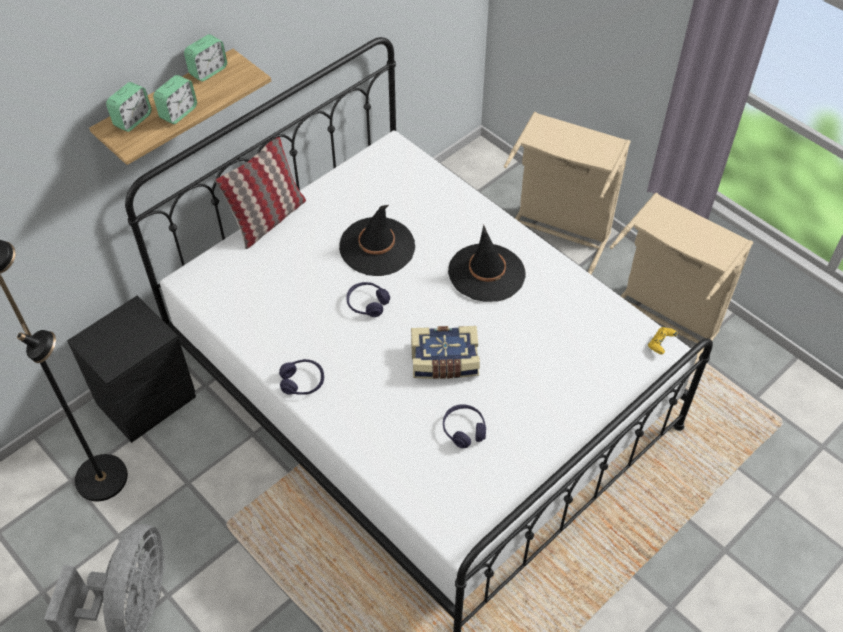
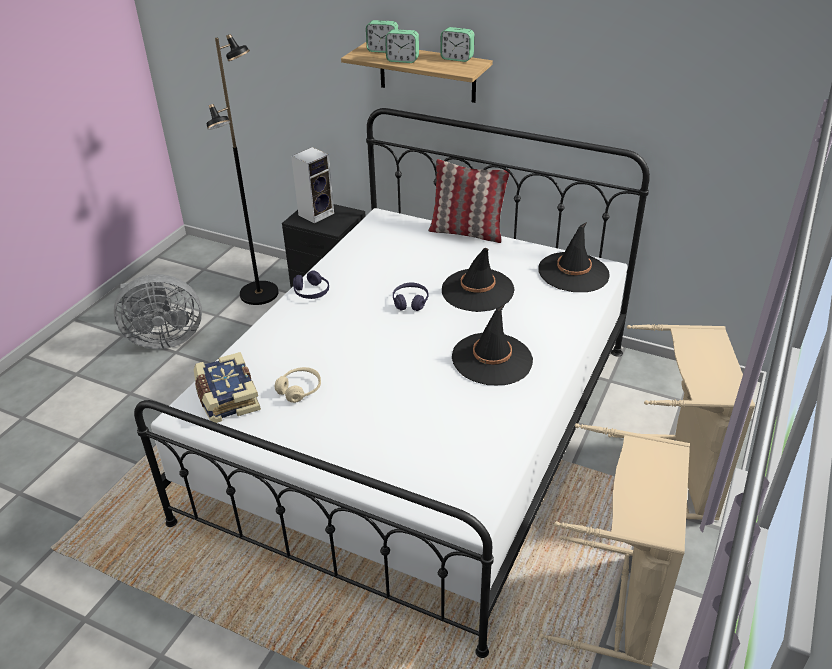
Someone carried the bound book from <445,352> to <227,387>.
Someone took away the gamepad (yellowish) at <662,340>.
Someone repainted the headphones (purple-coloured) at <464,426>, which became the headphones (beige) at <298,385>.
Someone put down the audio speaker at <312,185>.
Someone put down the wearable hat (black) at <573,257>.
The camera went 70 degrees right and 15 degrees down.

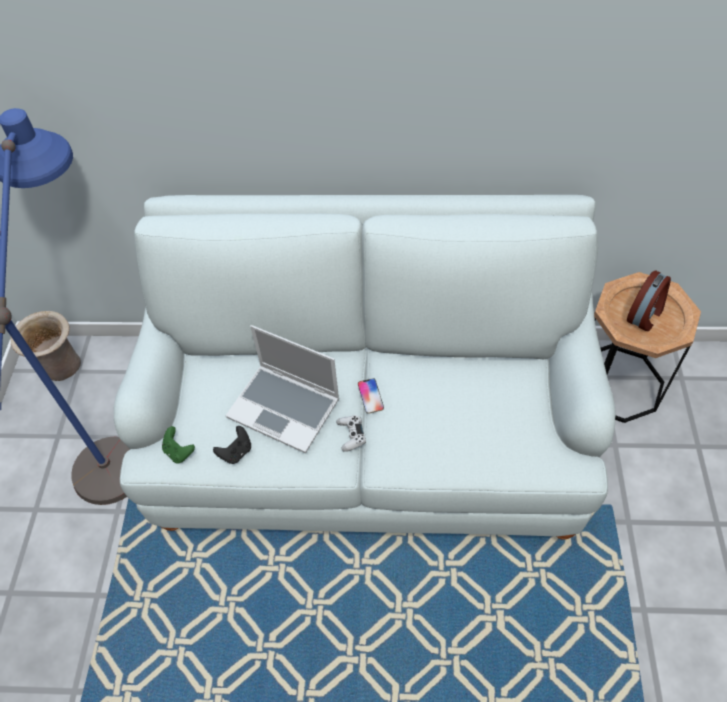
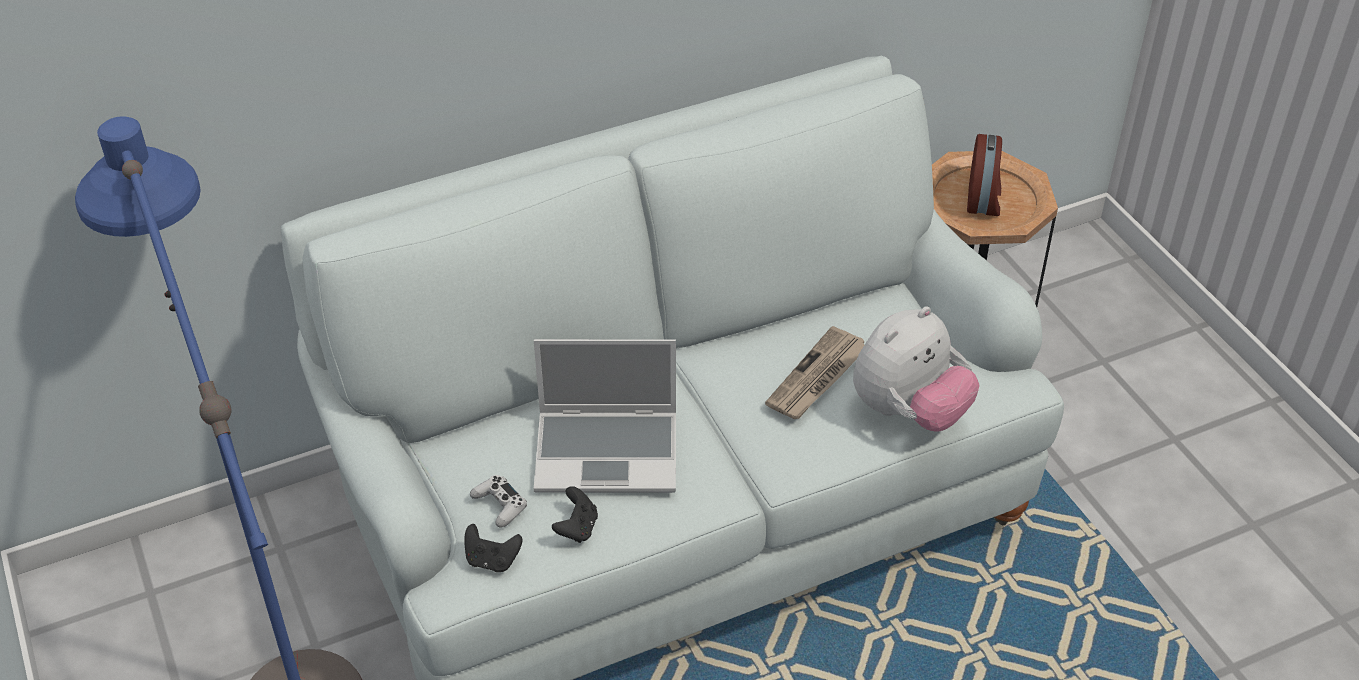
Someone took away the flower vase (beige) at <45,346>.
Someone took away the phone at <371,396>.
Someone carried the gamepad (white) from <351,433> to <498,501>.
Someone repainted the gamepad (green) at <178,444>, which became the gamepad (black) at <493,548>.
Someone put down the soft toy at <916,368>.
Someone put down the printed paper at <815,372>.
The camera went 30 degrees left and 10 degrees down.

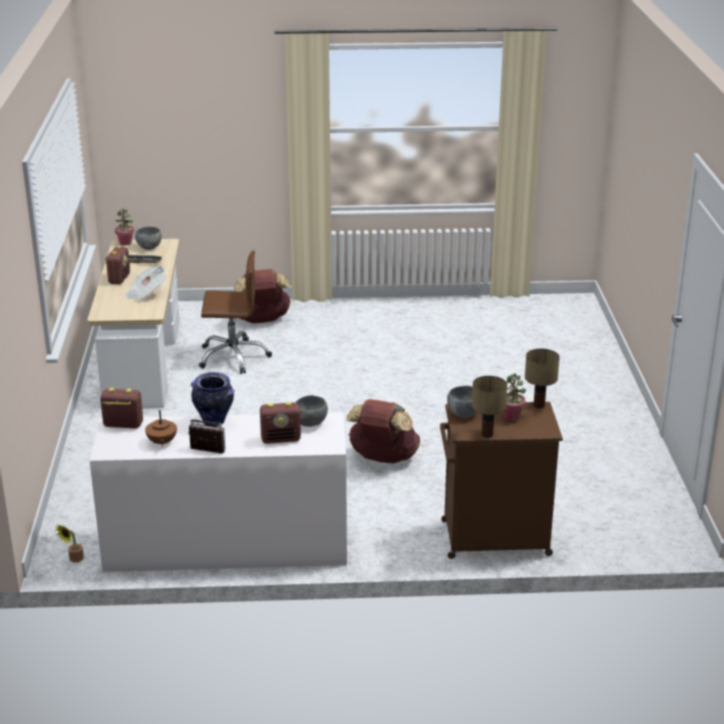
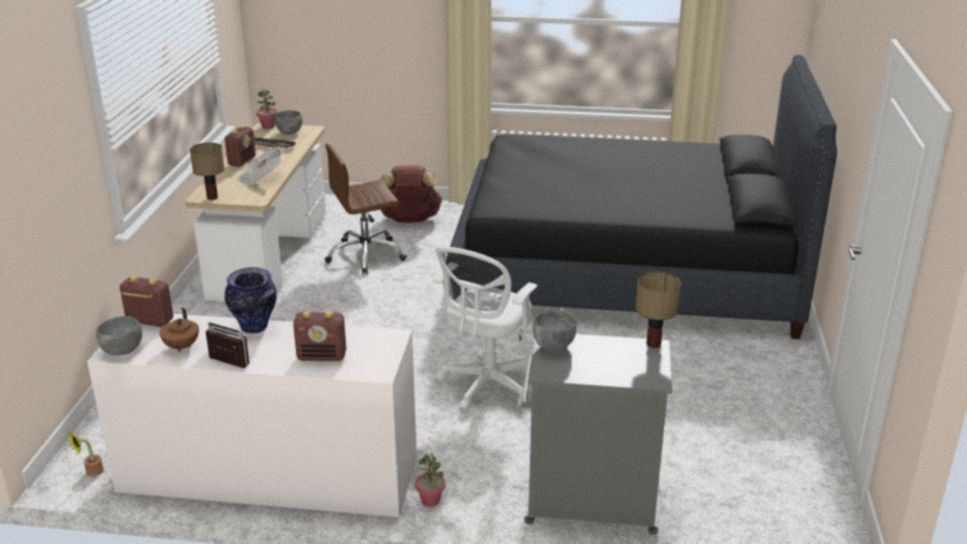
Someone rotated the desk chair (brown-coloured) at <235,312> by 150 degrees clockwise.
Someone carried the plant in a pot from <514,397> to <430,480>.
Someone carried the lamp for a table from <489,407> to <207,171>.
Someone carried the bowl (grey) from <311,411> to <119,336>.
Someone swapped the backpack (brown-coloured) at <383,431> for the desk chair (white) at <484,329>.
Someone repainted the storage cabinet (brown-coloured) at <501,480>, which became the storage cabinet (grey) at <596,434>.
Someone put down the sleeping bed (black) at <642,197>.
The camera went 10 degrees right and 0 degrees up.

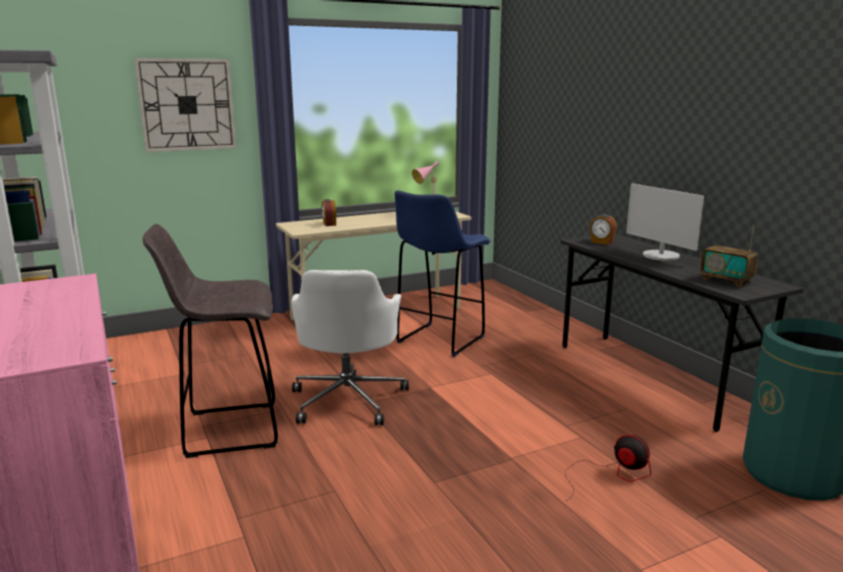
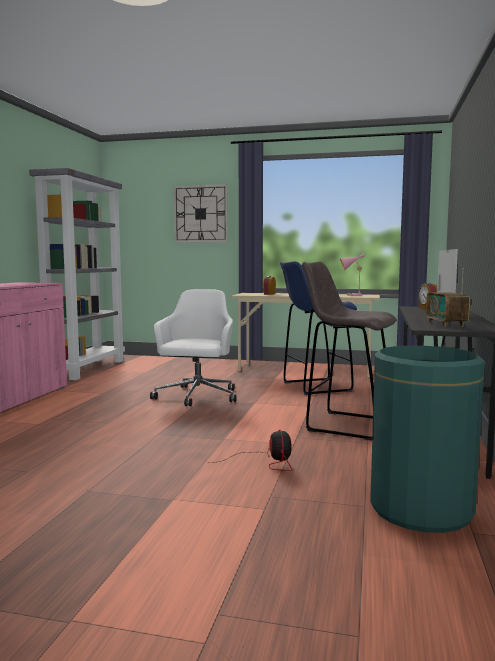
Someone carried the stool seat (grey) from <210,341> to <349,350>.
Someone rotated the desk chair (white) at <350,347> by 150 degrees clockwise.
The camera went 40 degrees right and 10 degrees down.

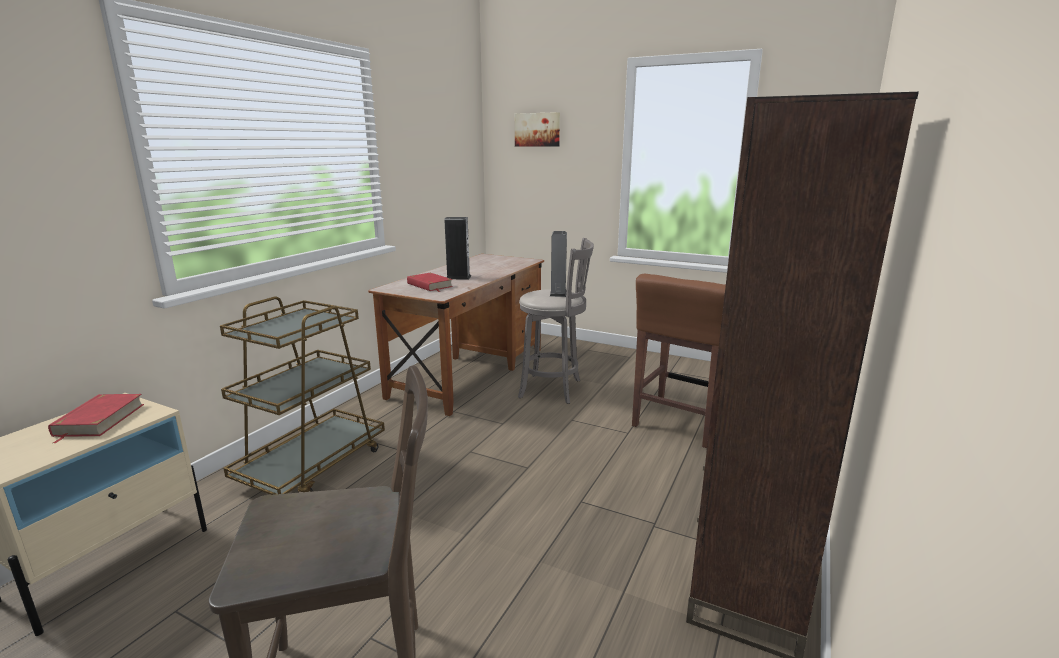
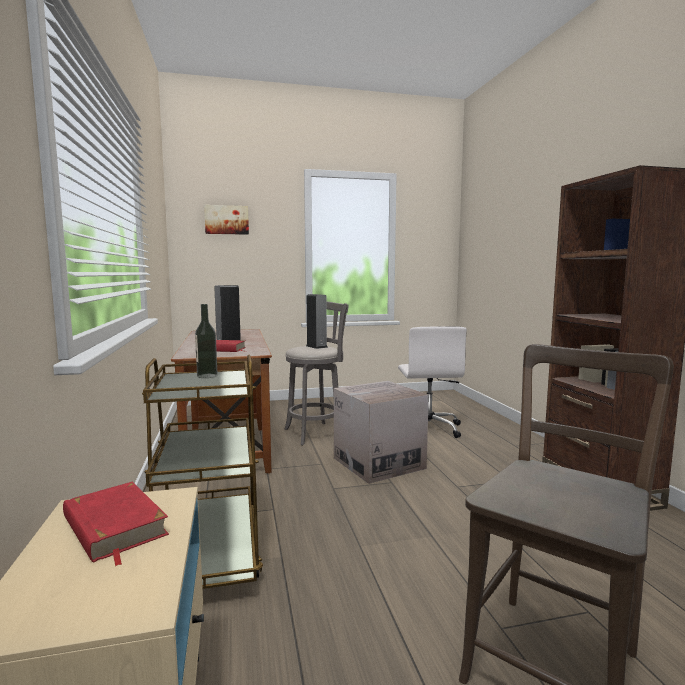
Someone swapped the stool seat (brown-coloured) at <679,361> for the desk chair (white) at <432,382>.
Someone put down the drink bottle at <206,341>.
Someone put down the cardboard box at <381,432>.
The camera went 40 degrees left and 10 degrees down.

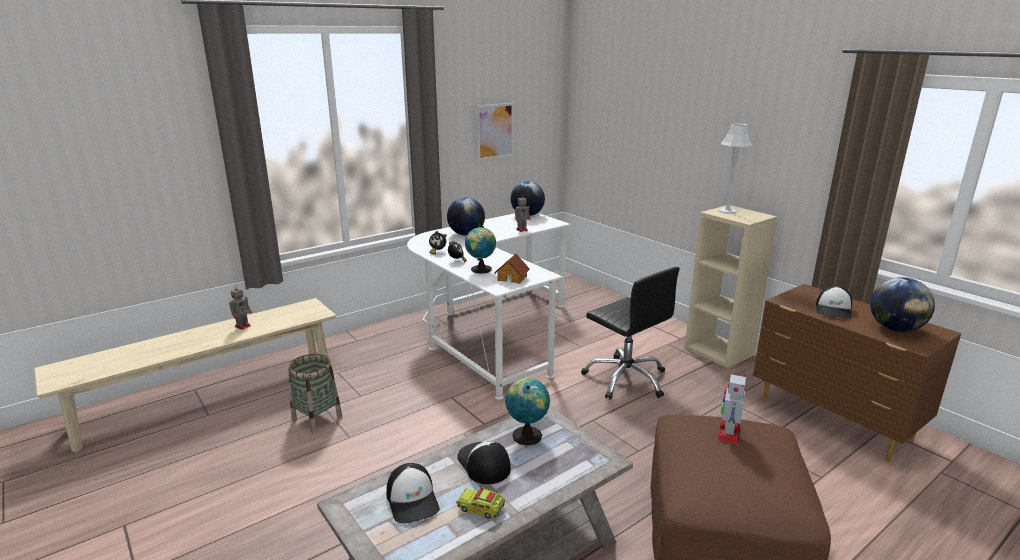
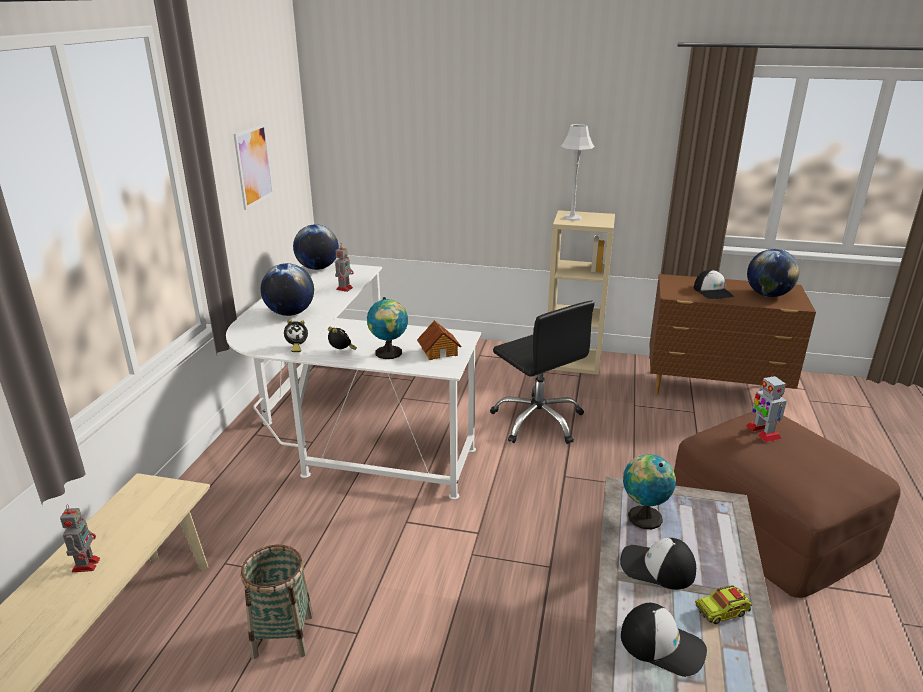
Someone rotated the desk chair (black) at <630,333> by 45 degrees clockwise.
The camera went 40 degrees left and 5 degrees up.

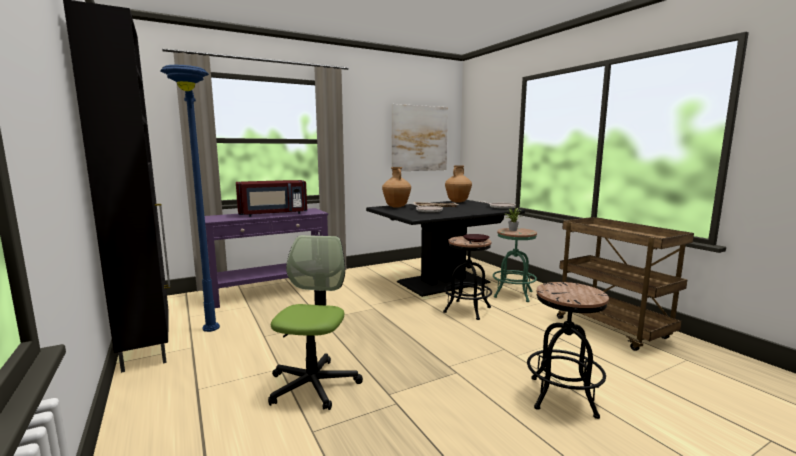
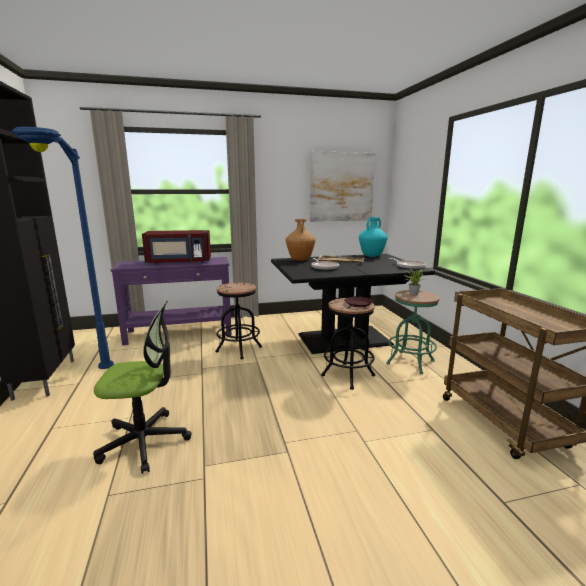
Someone repainted the flower vase (brown-coloured) at <458,184>, which became the flower vase (blue-green) at <373,237>.
Someone rotated the desk chair at <315,322> by 60 degrees clockwise.
Someone carried the stool seat (black) from <568,350> to <238,321>.
The camera went 15 degrees right and 5 degrees up.

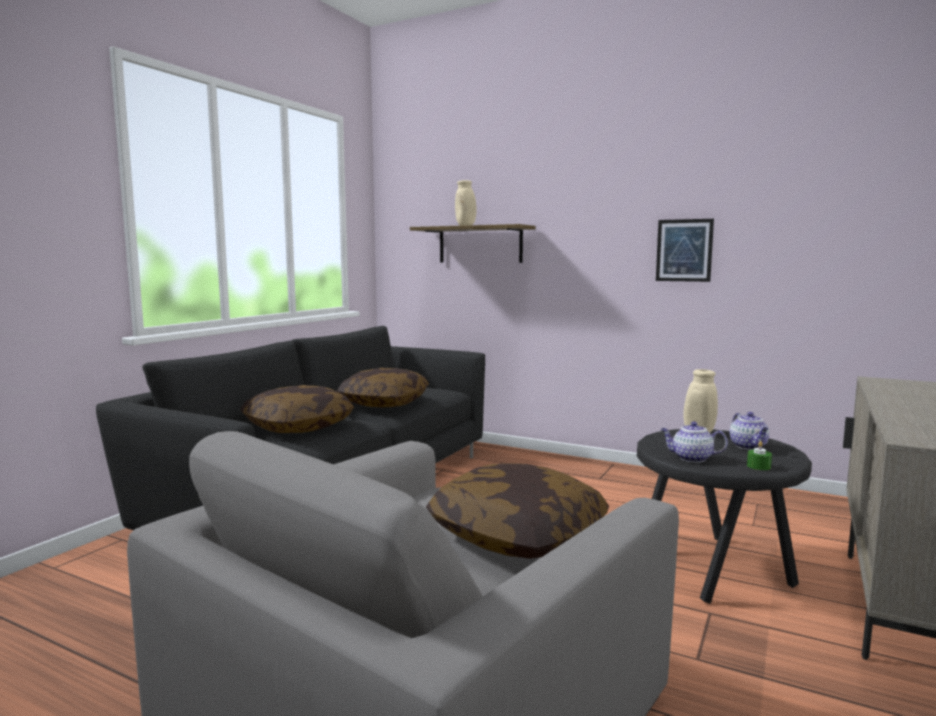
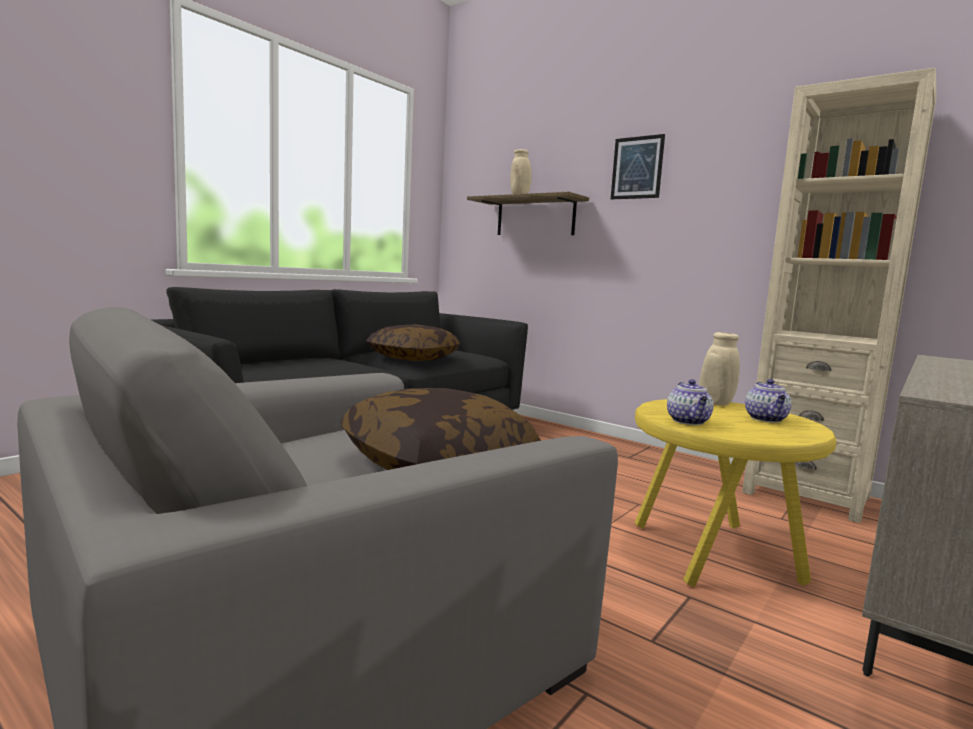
Someone carried the wall picture from <685,250> to <638,166>.
Someone took away the cushion at <297,409>.
Someone rotated the pot for tea at <694,442> by 120 degrees counterclockwise.
Someone repainted the side table (black) at <724,516>, which became the side table (yellowish) at <736,493>.
Someone took away the wax light (green) at <759,455>.
Someone put down the bookshelf (beige) at <839,295>.
The camera went 10 degrees right and 0 degrees up.

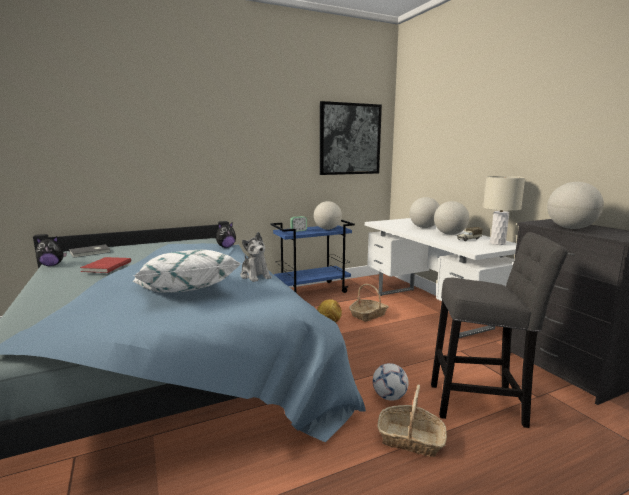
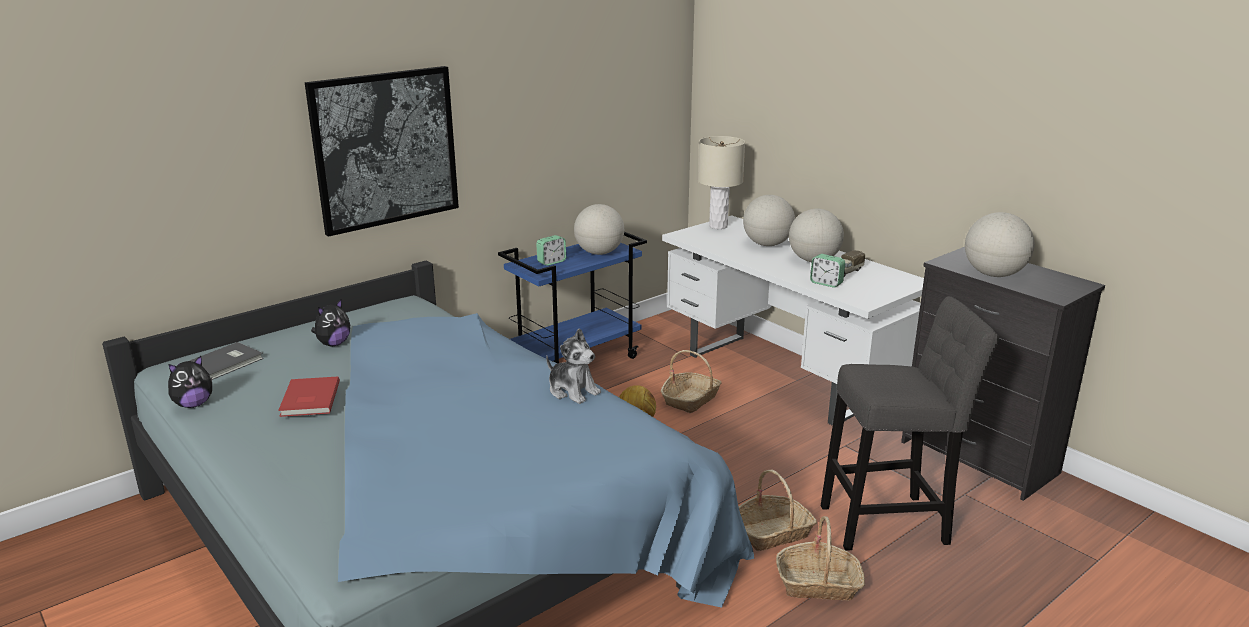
Someone carried the wall picture from <351,138> to <382,151>.
Someone carried the lamp for a table (beige) from <504,210> to <721,182>.
Someone carried the soft toy from <226,235> to <330,323>.
Someone took away the cushion (white) at <186,271>.
Someone swapped the ball for football at <391,382> for the household basket at <778,510>.
Someone put down the alarm clock at <827,271>.
The camera went 15 degrees left and 10 degrees up.

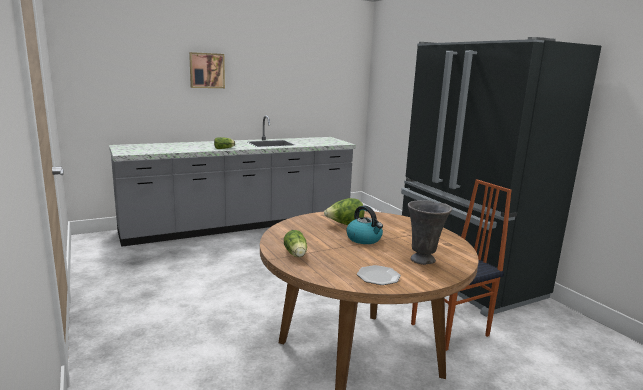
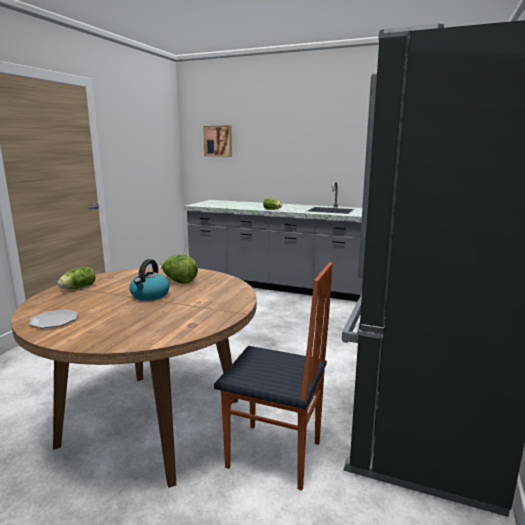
Someone carried the wall picture from <207,70> to <217,141>.
Someone took away the flower vase (grey) at <430,232>.
The camera went 50 degrees right and 0 degrees up.

